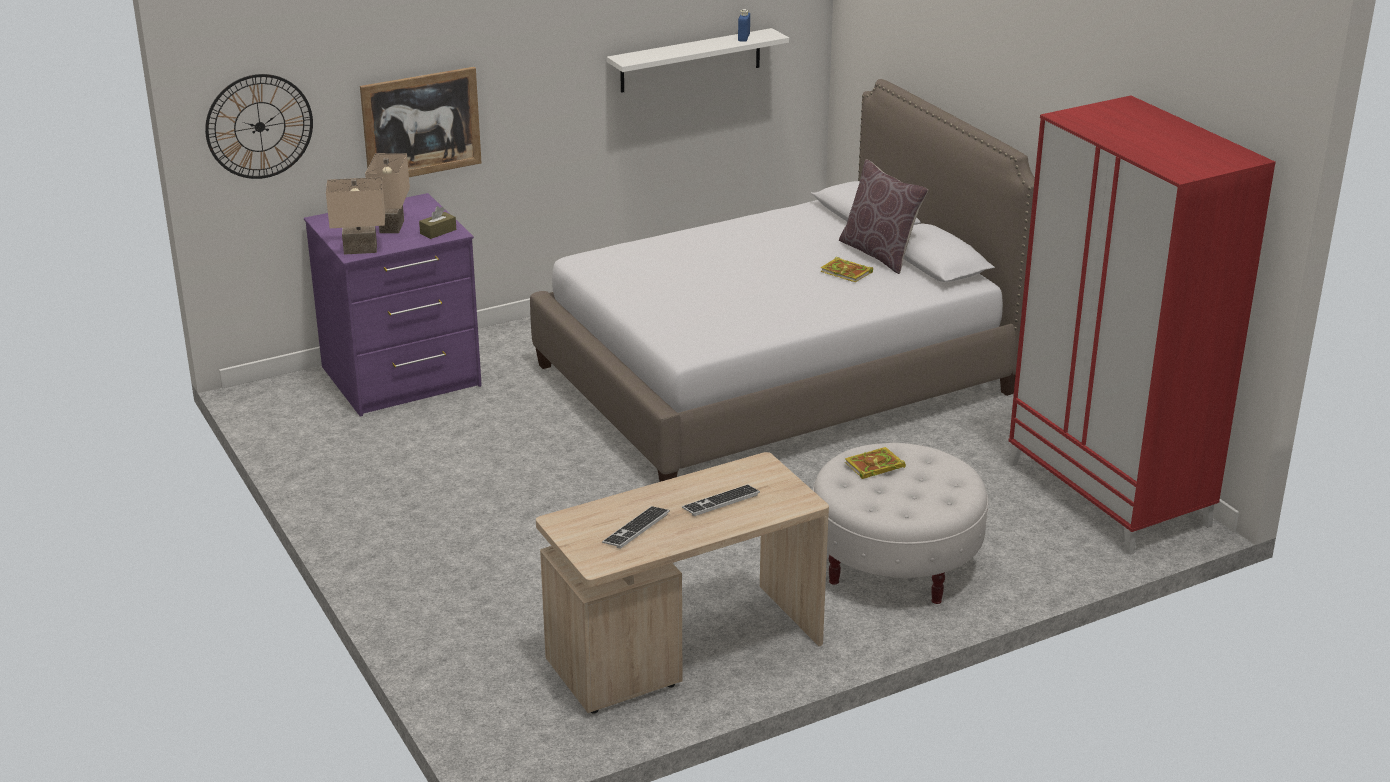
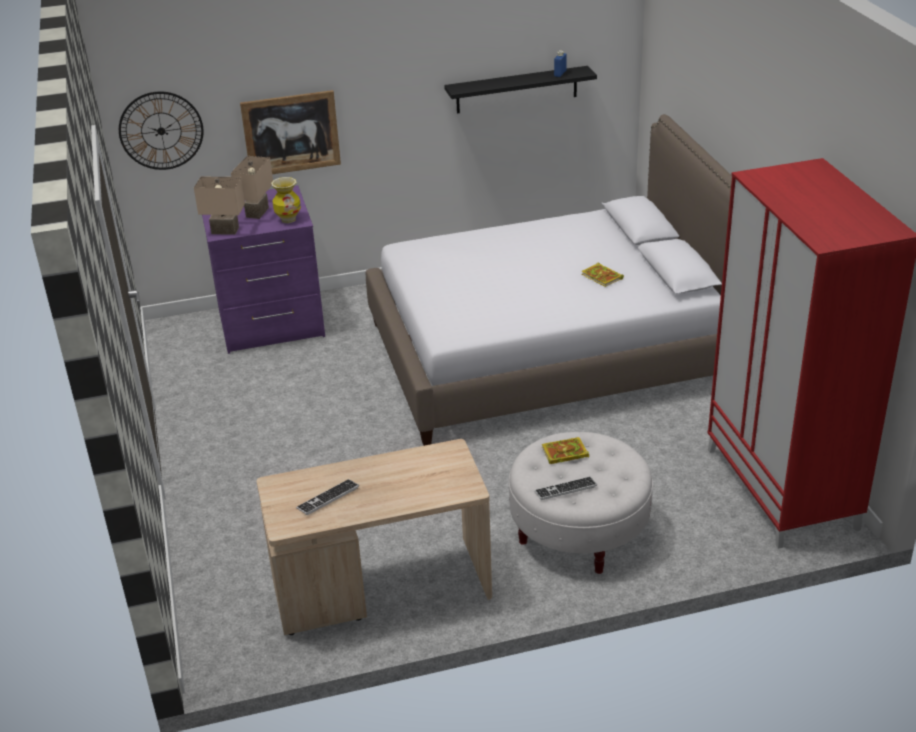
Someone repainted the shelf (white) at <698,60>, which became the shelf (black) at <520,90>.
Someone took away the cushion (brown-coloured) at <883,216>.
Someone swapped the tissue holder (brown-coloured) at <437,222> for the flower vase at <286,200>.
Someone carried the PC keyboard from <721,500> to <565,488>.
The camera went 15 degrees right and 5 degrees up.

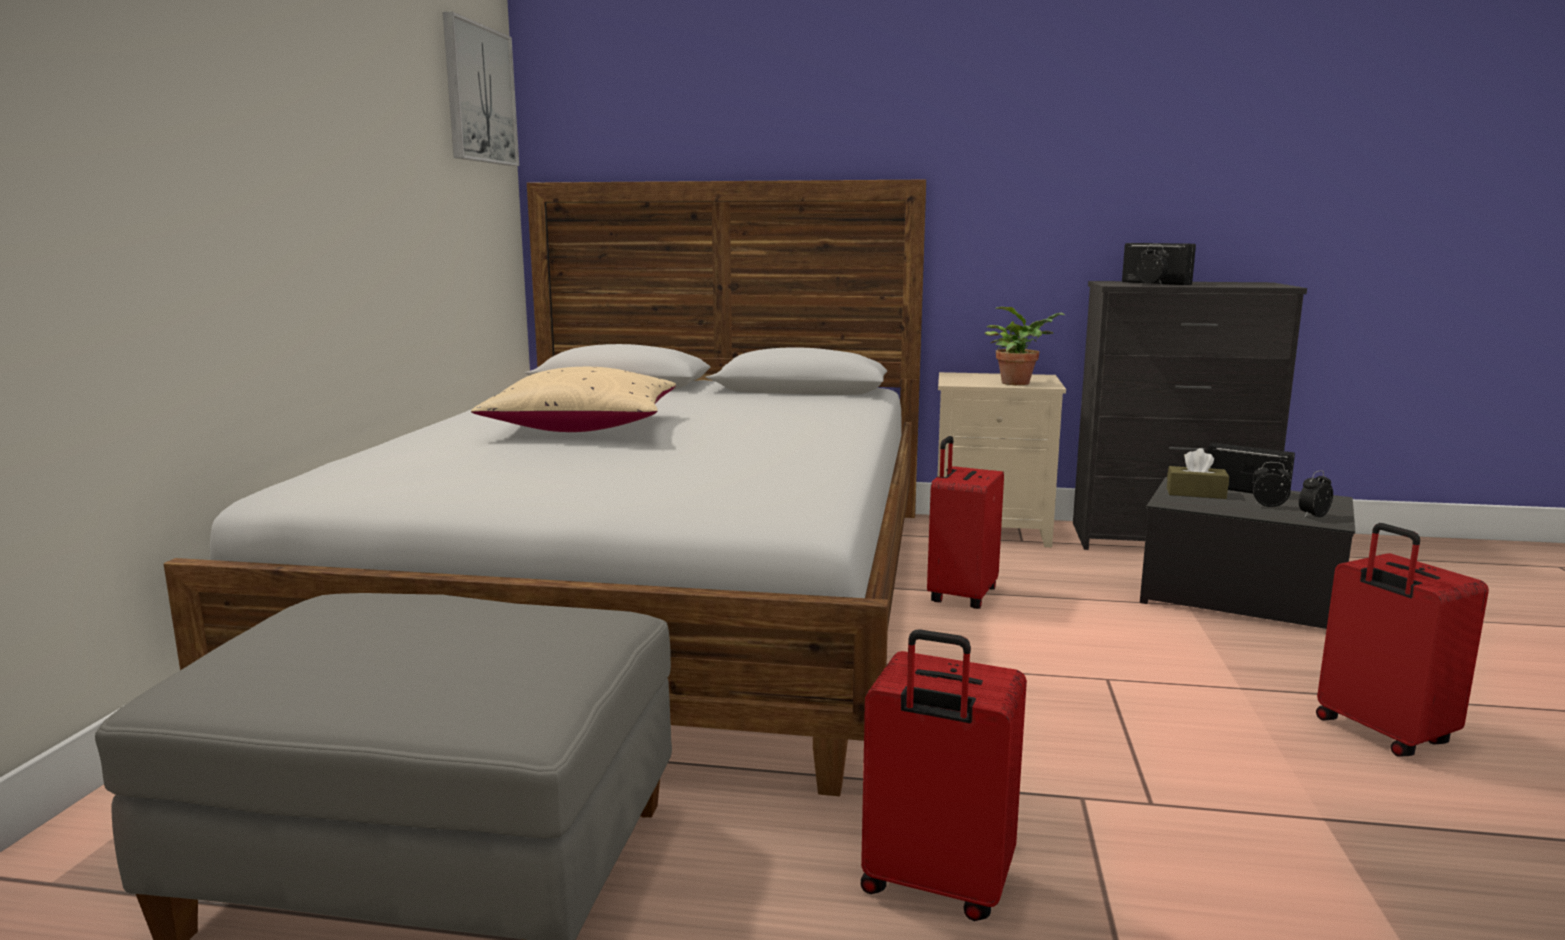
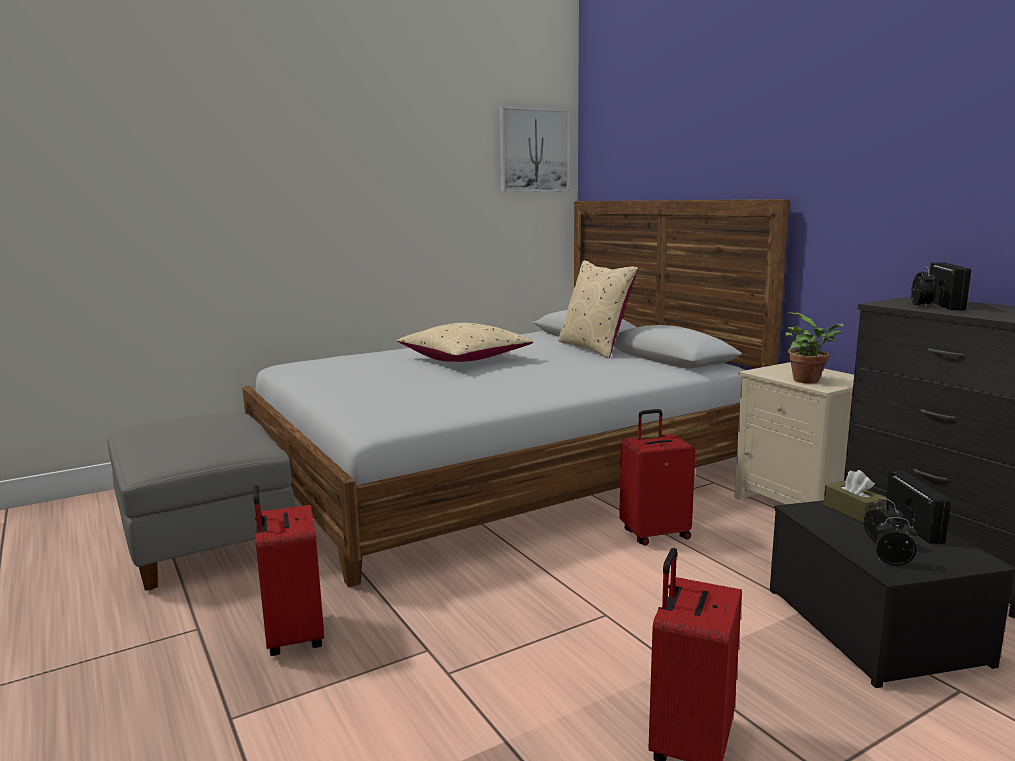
Someone put down the cushion (beige) at <598,310>.
The camera went 50 degrees right and 0 degrees up.

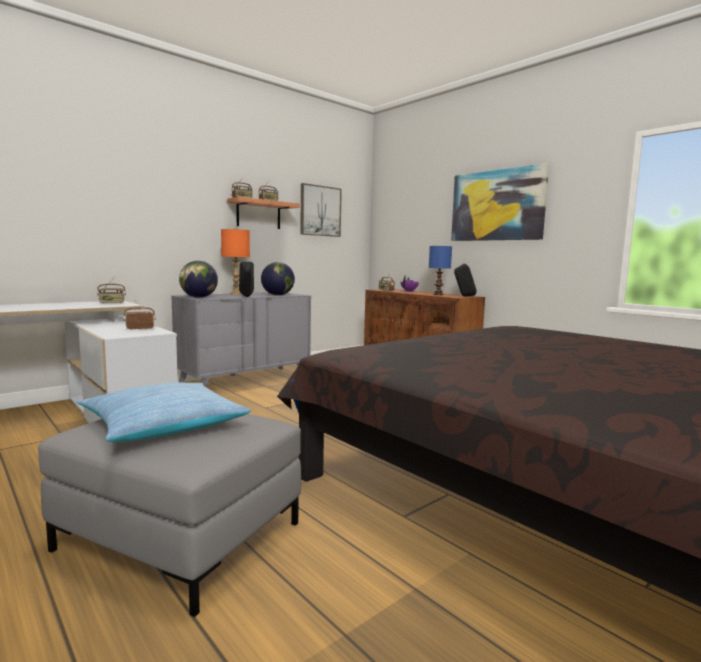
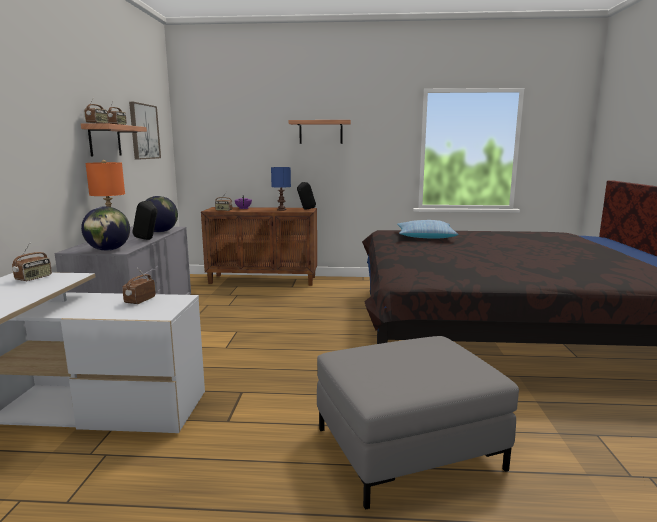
Someone swapped the wall picture at <500,202> for the shelf at <319,132>.
Someone carried the cushion from <164,412> to <427,229>.
The camera went 45 degrees left and 5 degrees up.

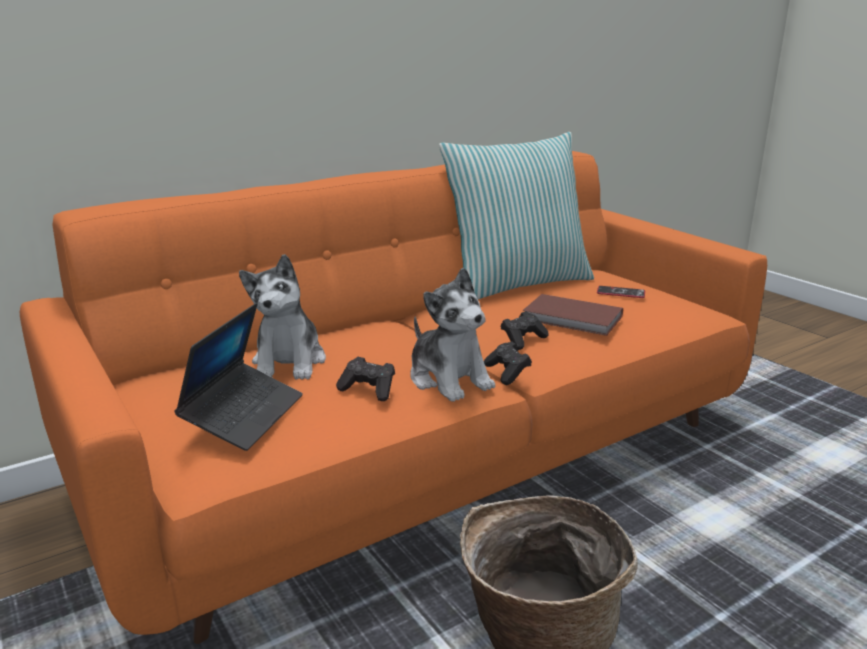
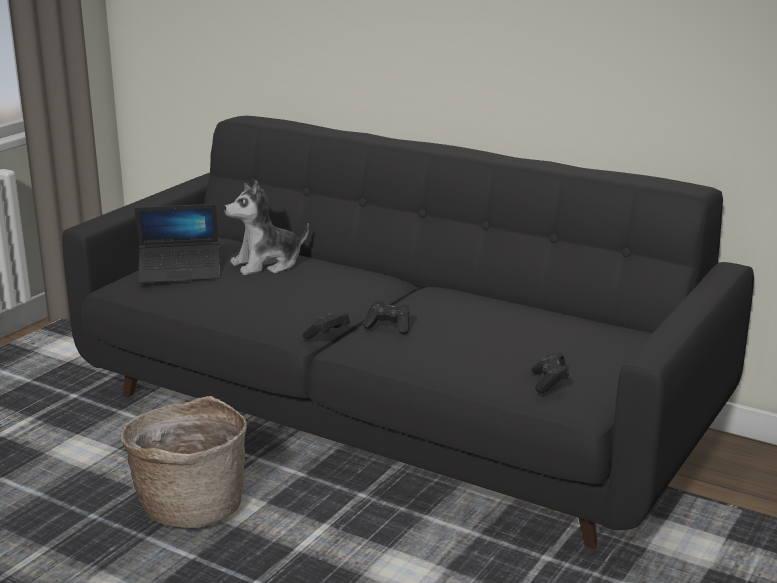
Someone took away the cushion at <516,215>.
Someone repainted the sofa (orange-coloured) at <393,397>, which became the sofa (black) at <408,332>.
Someone took away the soft toy at <452,334>.
Someone took away the phone at <621,292>.
Someone took away the bound book (brown-coloured) at <572,315>.
Someone carried the gamepad (black) from <365,379> to <550,373>.
The camera went 65 degrees right and 0 degrees up.

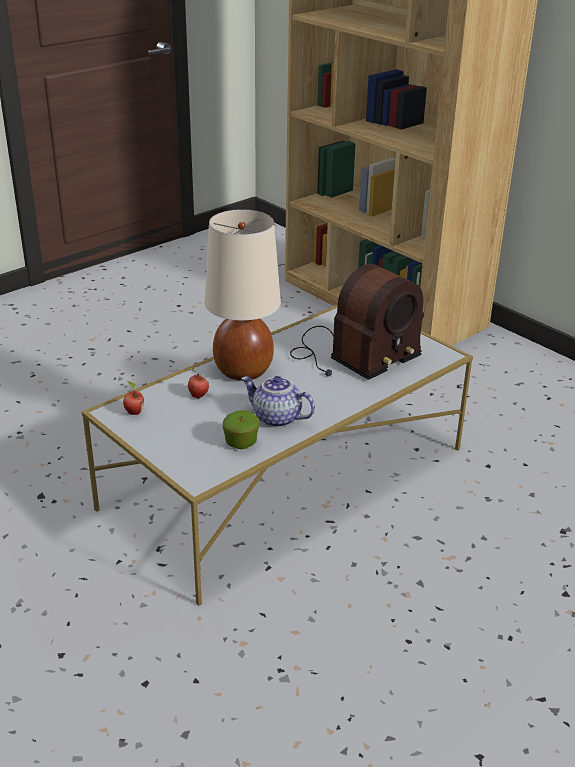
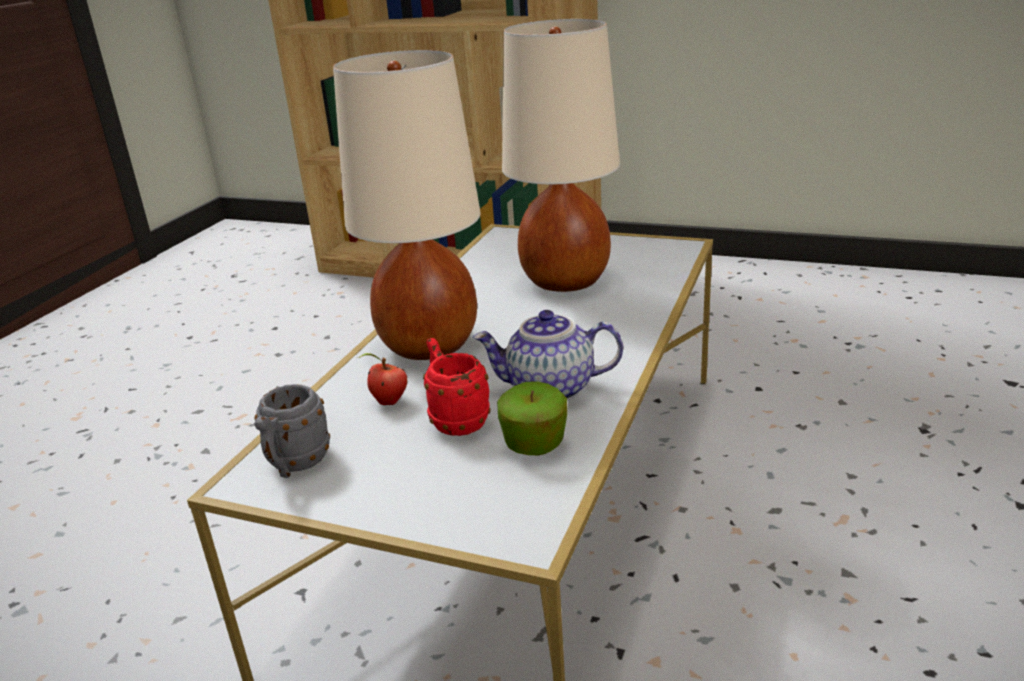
Someone swapped the radio at <357,322> for the lamp for a table (beige) at <561,155>.
Someone swapped the apple fruit at <133,398> for the tea mug (grey) at <292,431>.
Someone put down the tea mug (reddish) at <457,387>.
The camera went 25 degrees left and 5 degrees down.

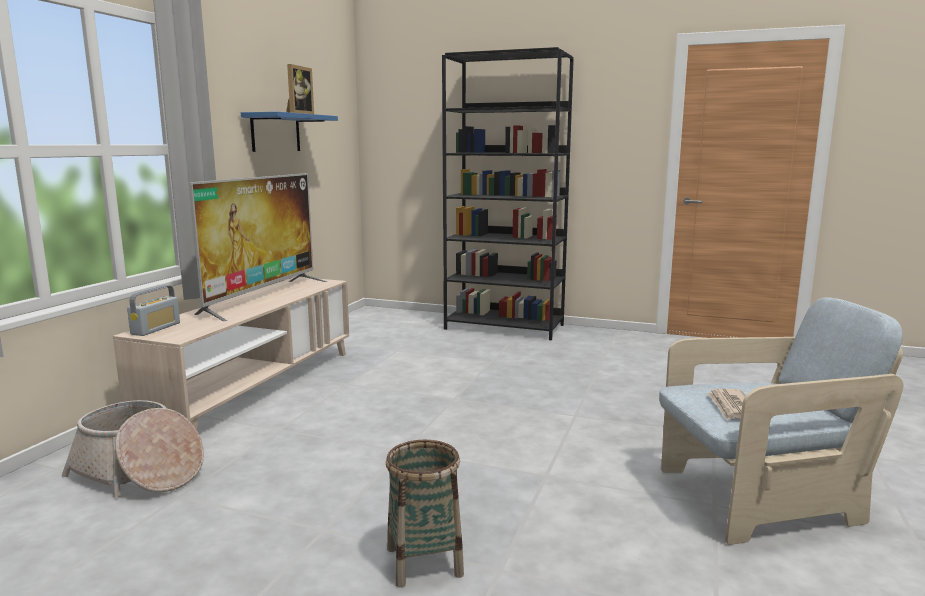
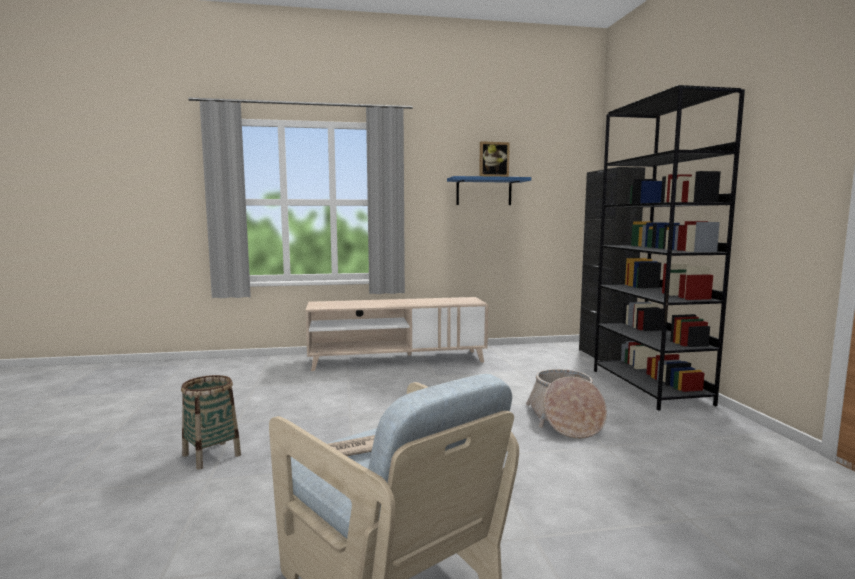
Someone took away the television at <258,247>.
Someone took away the radio at <153,310>.
Someone carried the household basket from <132,449> to <566,404>.
Someone put down the storage cabinet (black) at <612,264>.
The camera went 60 degrees right and 5 degrees down.

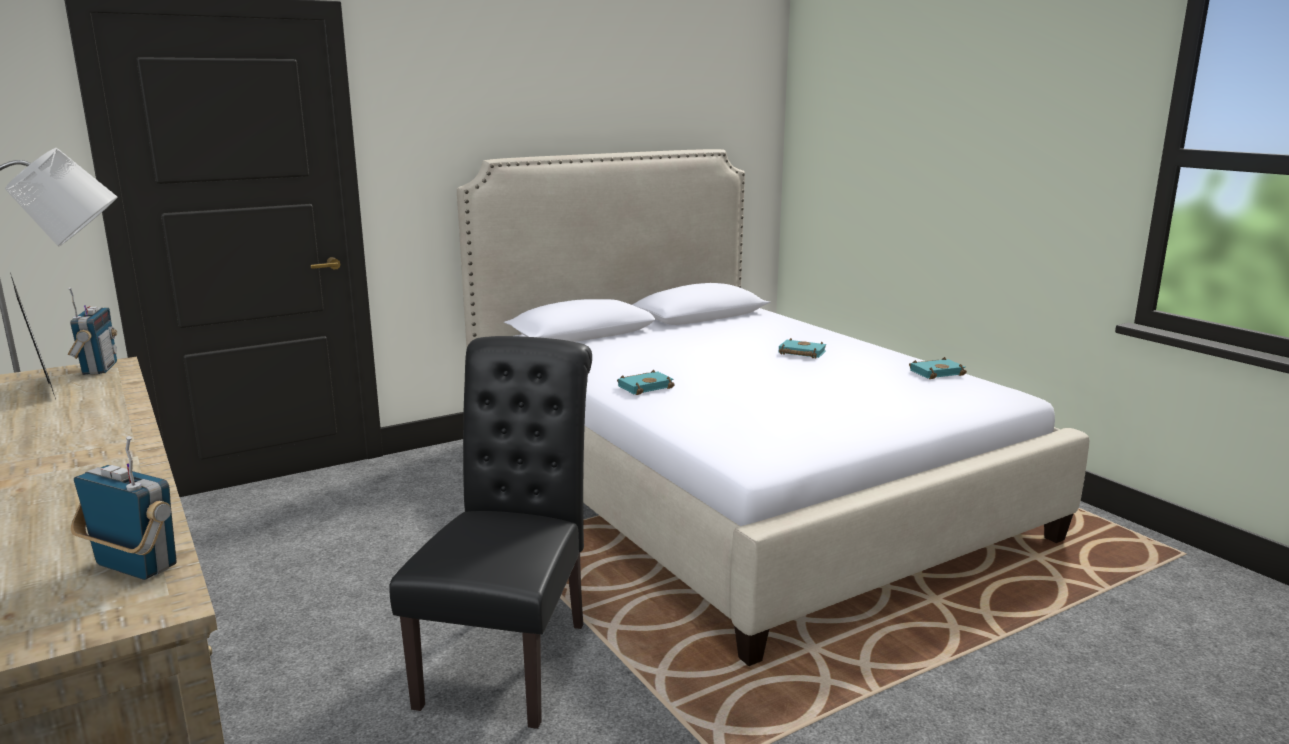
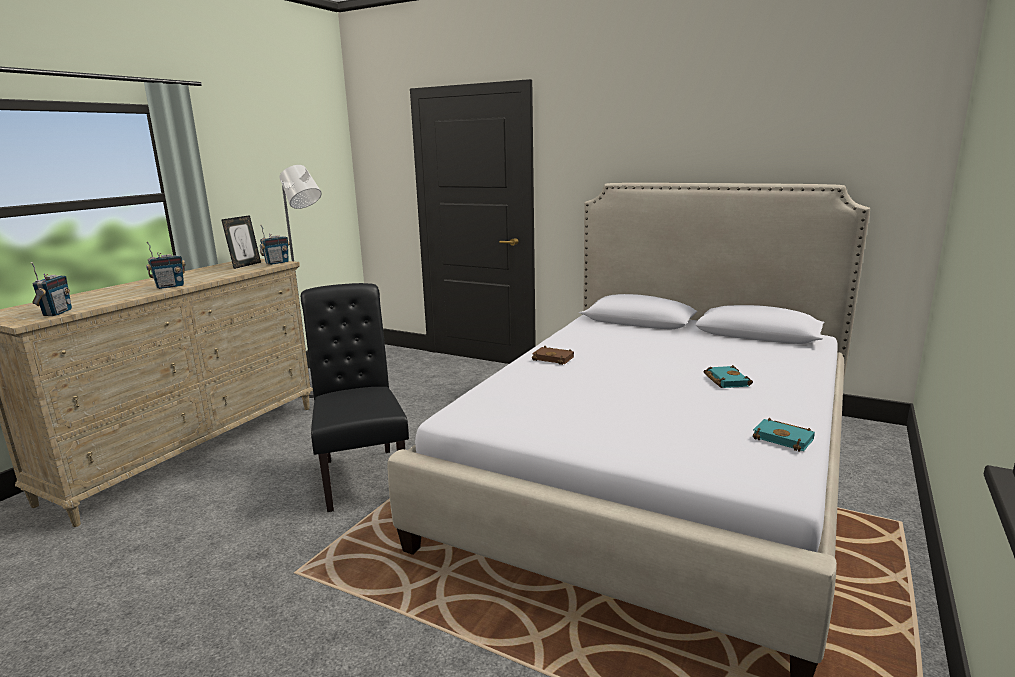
Someone rotated the chair (black) at <490,532> by 90 degrees counterclockwise.
Someone repainted the bound book (blue-green) at <646,382>, which became the bound book (brown-coloured) at <553,355>.
Someone put down the radio at <166,265>.
The camera went 60 degrees right and 0 degrees up.

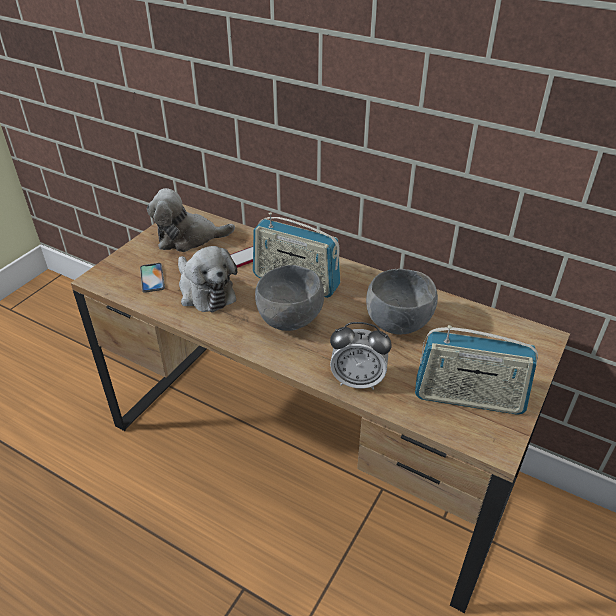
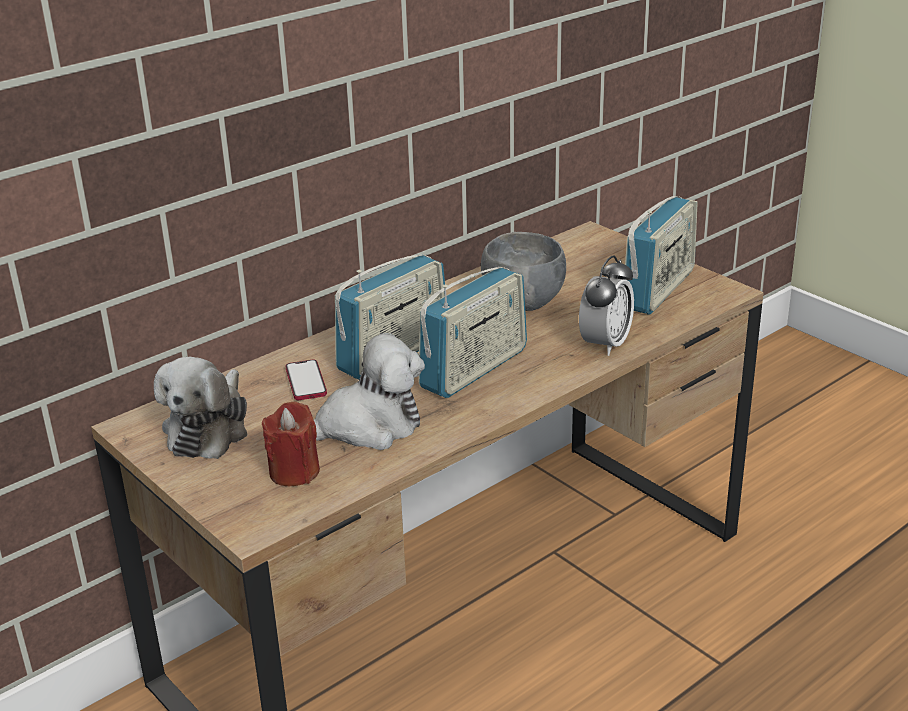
Someone swapped the phone at <152,278> for the wax light (reddish) at <291,444>.
Someone swapped the bowl (grey) at <289,298> for the radio at <473,332>.
The camera went 70 degrees left and 10 degrees down.

